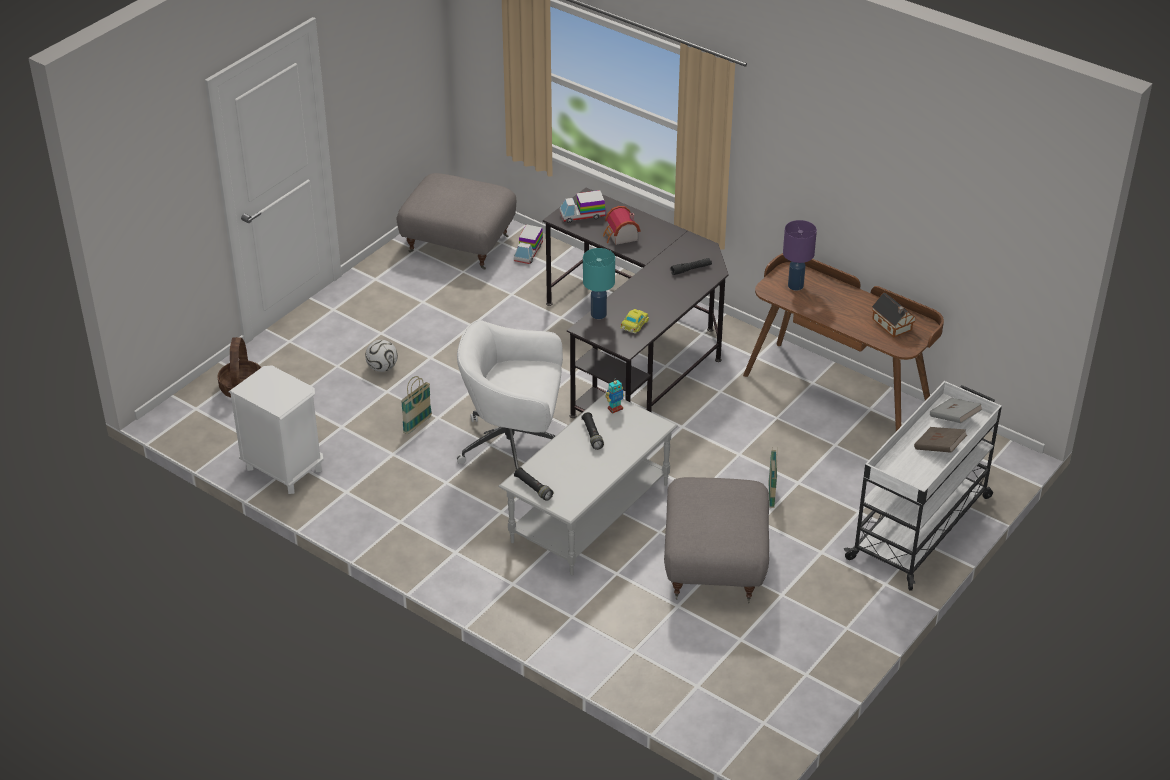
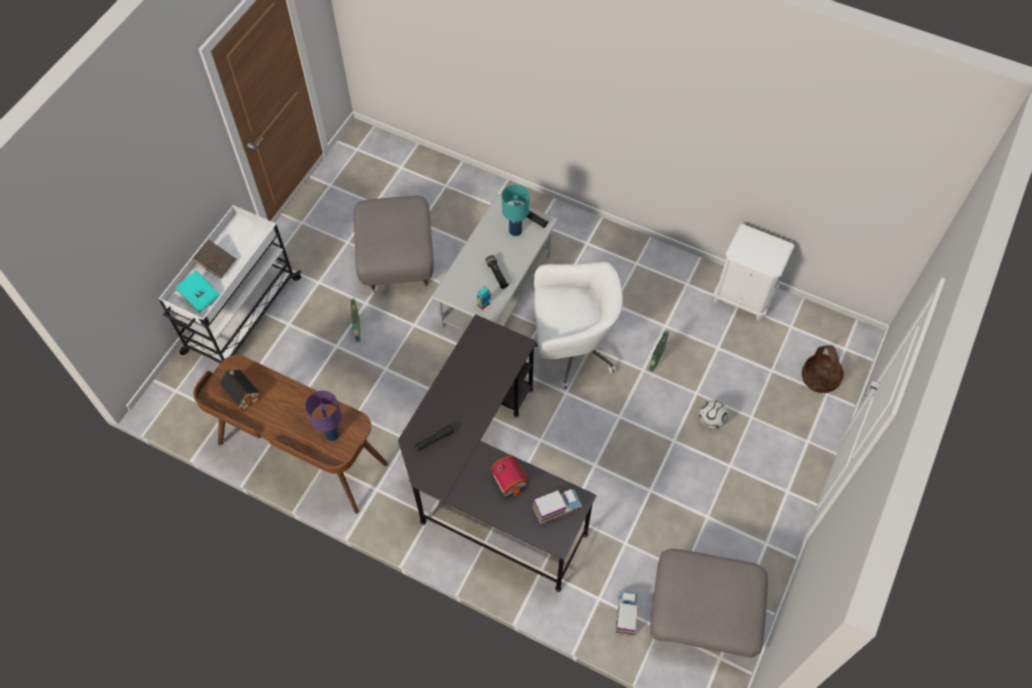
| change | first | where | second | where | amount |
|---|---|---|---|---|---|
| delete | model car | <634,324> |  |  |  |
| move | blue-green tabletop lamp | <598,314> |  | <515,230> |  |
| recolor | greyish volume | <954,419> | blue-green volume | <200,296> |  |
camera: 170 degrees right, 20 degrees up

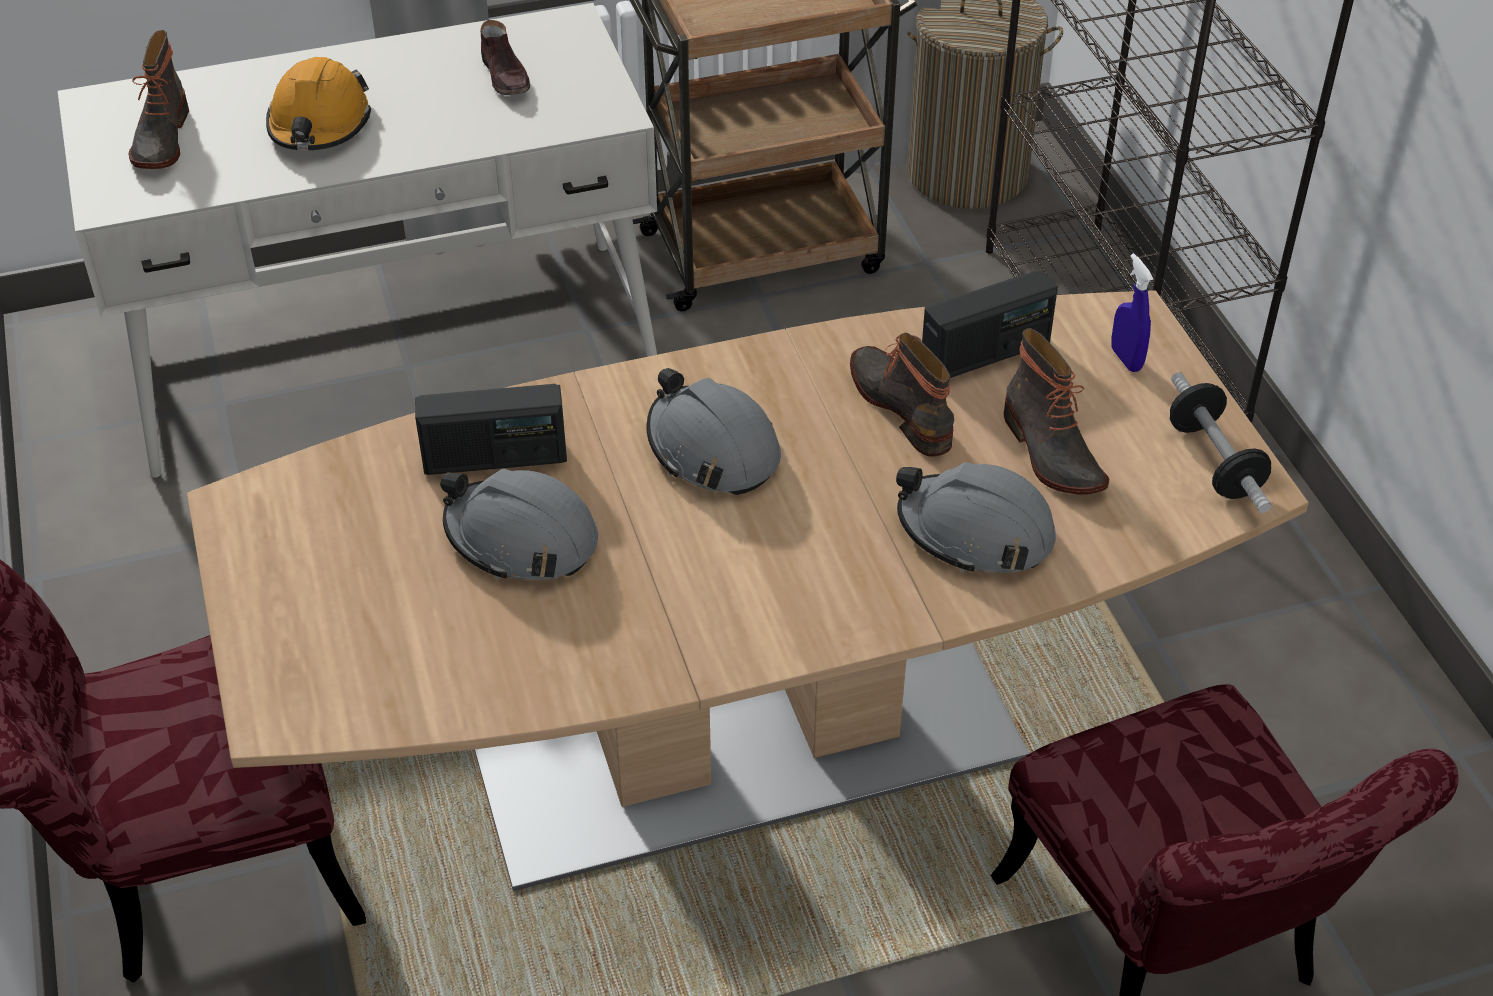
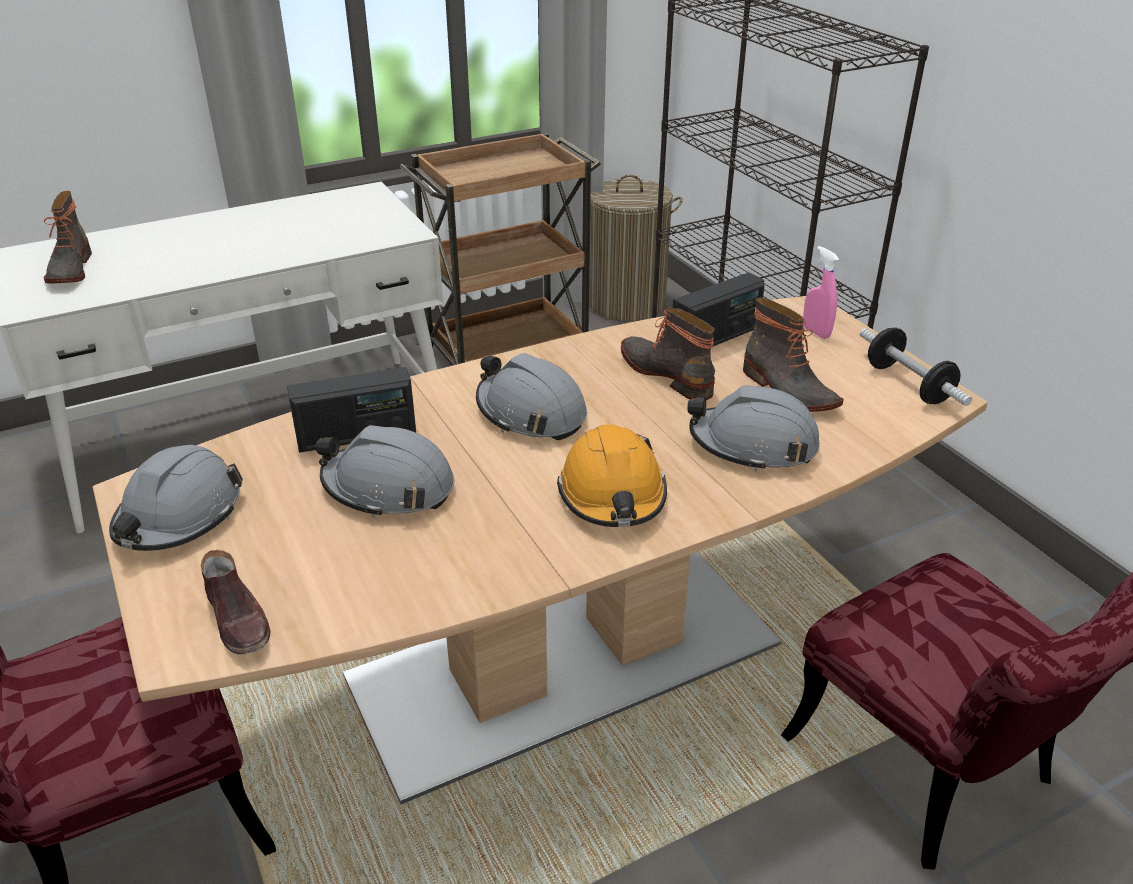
| change | first | where | second | where | amount |
|---|---|---|---|---|---|
| insert |  |  | greyish hard hat | <179,516> |  |
| move | orangey hard hat | <319,124> |  | <612,494> |  |
| move | brown shoe | <506,77> |  | <239,620> |  |
| recolor | blue-coloured hand sprayer | <1126,359> | pinkish hand sprayer | <816,332> |  |
camera: 10 degrees left, 10 degrees down

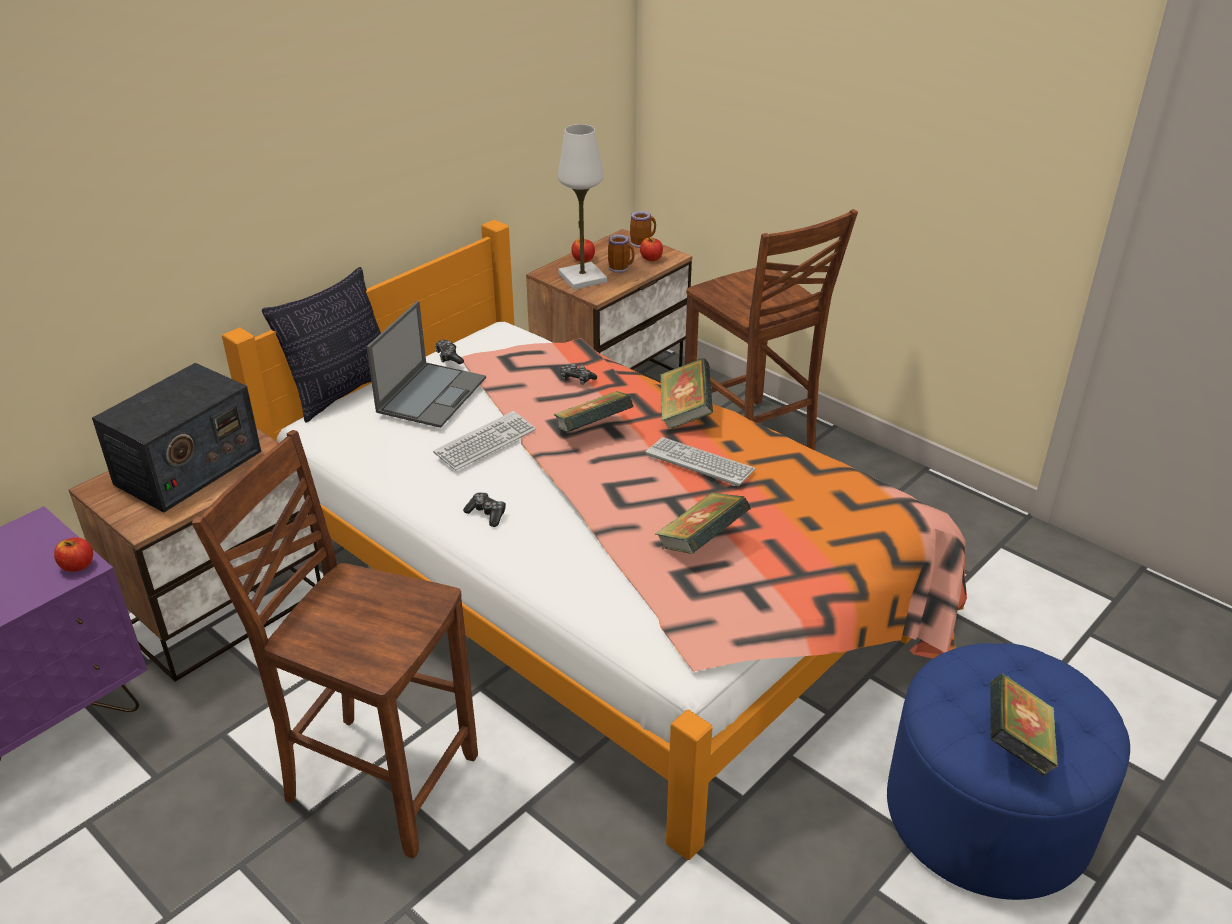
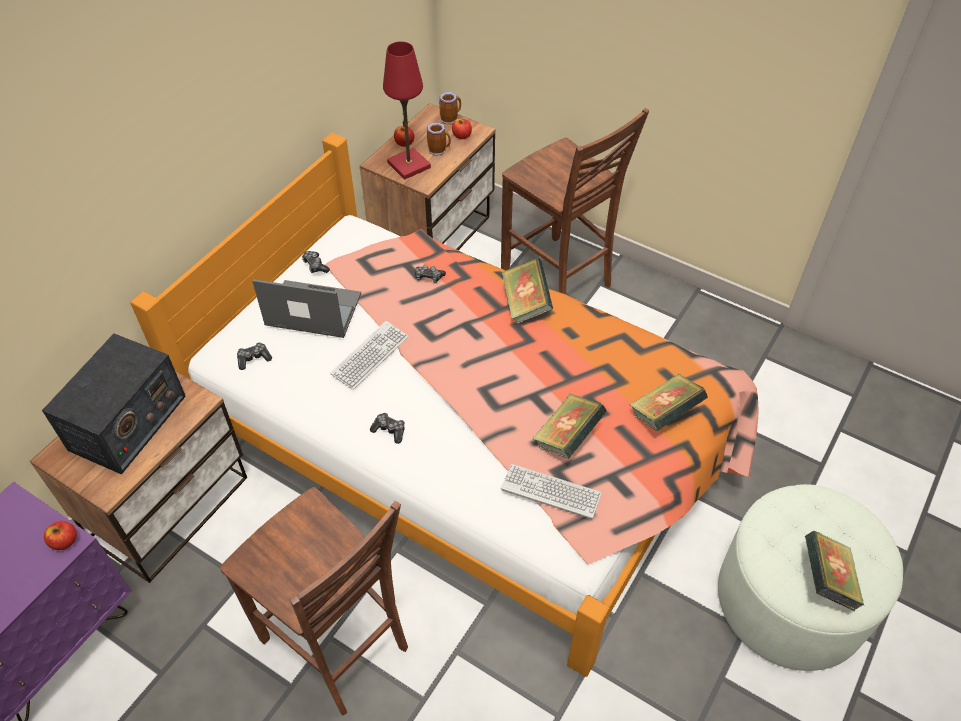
| change | first | where | second | where | amount |
|---|---|---|---|---|---|
| delete | cushion | <343,391> |  |  |  |
| insert |  |  | game controller | <254,359> |  |
| move | volume | <593,431> |  | <664,414> |  |
| move | keyboard | <700,462> |  | <551,492> |  |
| recolor | white tabletop lamp | <582,278> | red-coloured tabletop lamp | <408,165> |  |
| recolor | blue-coloured ottoman | <988,814> | white ottoman | <790,600> |  |
| rotate | brown chair | <378,778> |  | <337,645> | 150 degrees counterclockwise |
| rotate | notebook computer | <432,394> |  | <312,309> | 90 degrees counterclockwise |
camera: 10 degrees left, 15 degrees up

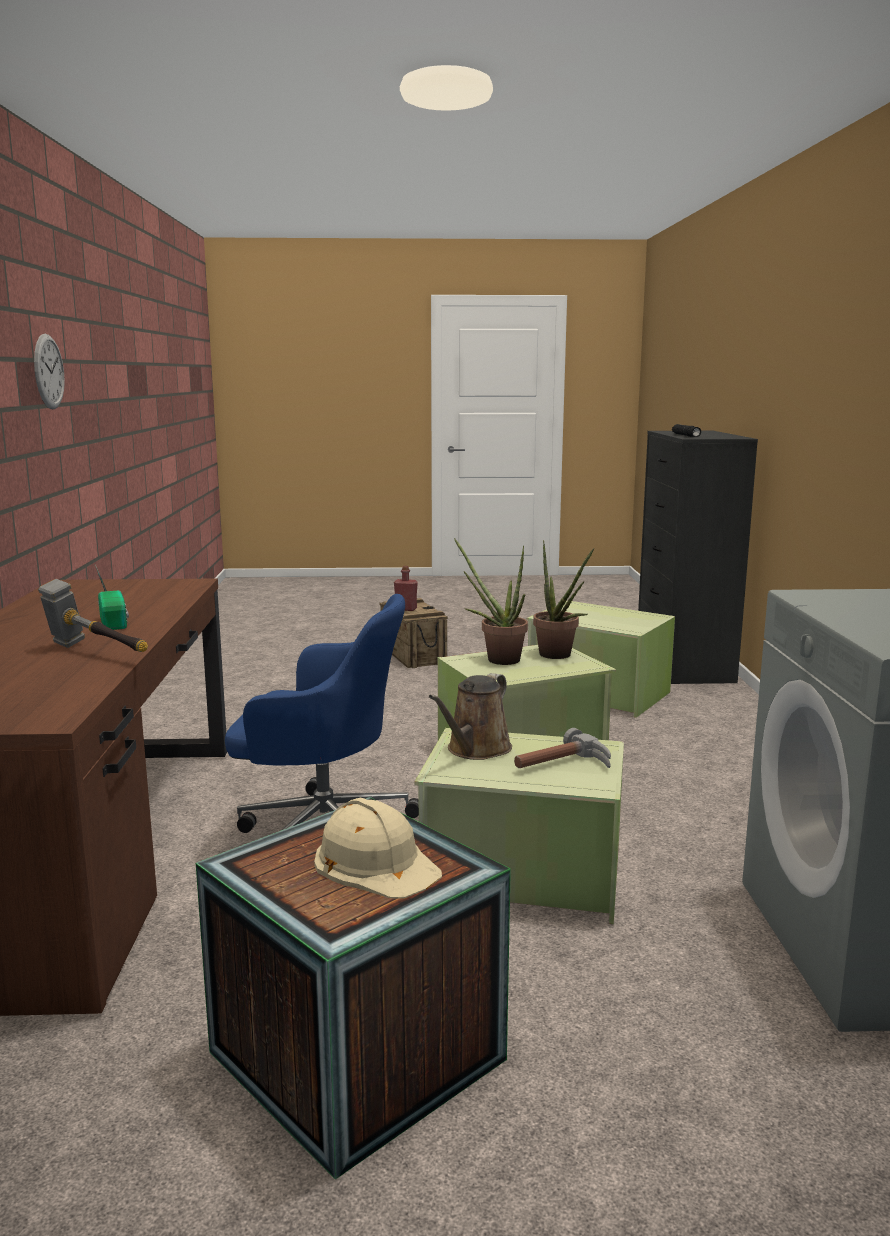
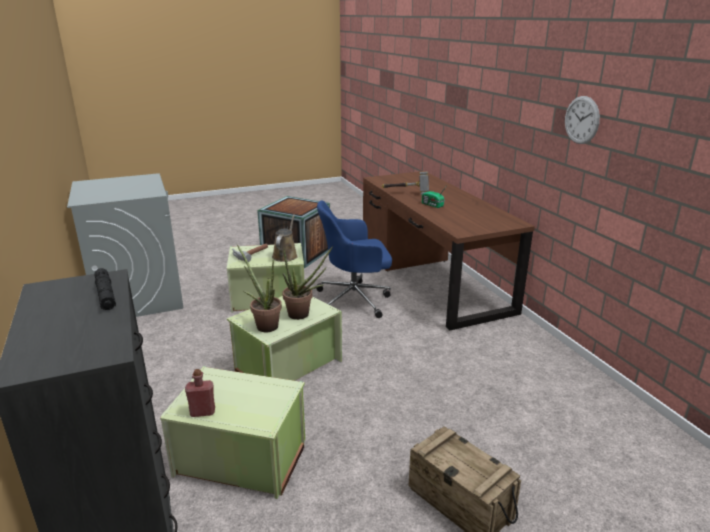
| change | first | where | second | where | amount |
|---|---|---|---|---|---|
| delete | sand-coloured hard hat | <376,863> |  |  |  |
| move | red-coloured bottle | <406,609> |  | <202,412> |  |
camera: 160 degrees right, 10 degrees up

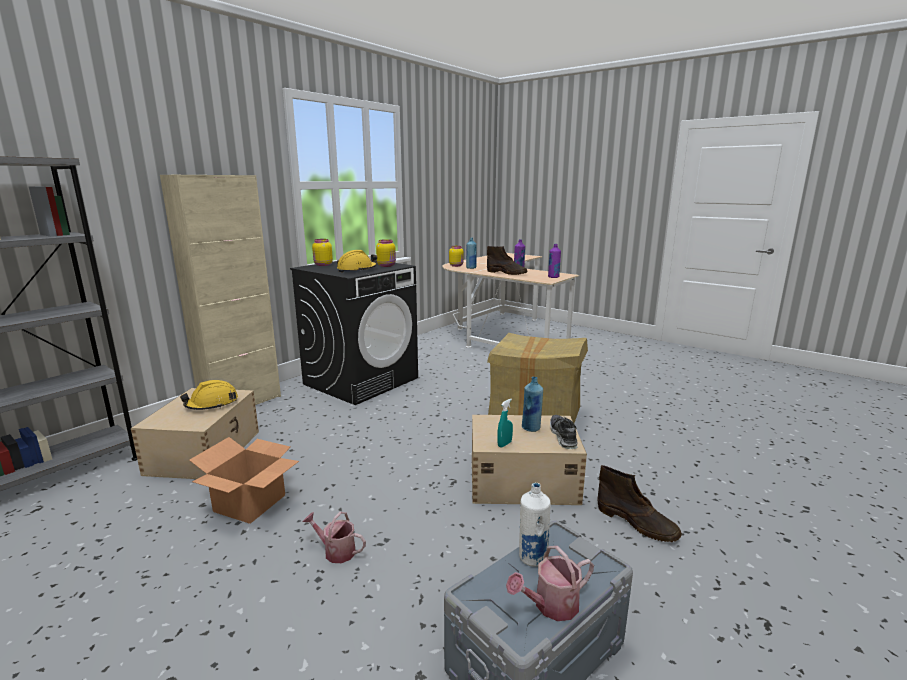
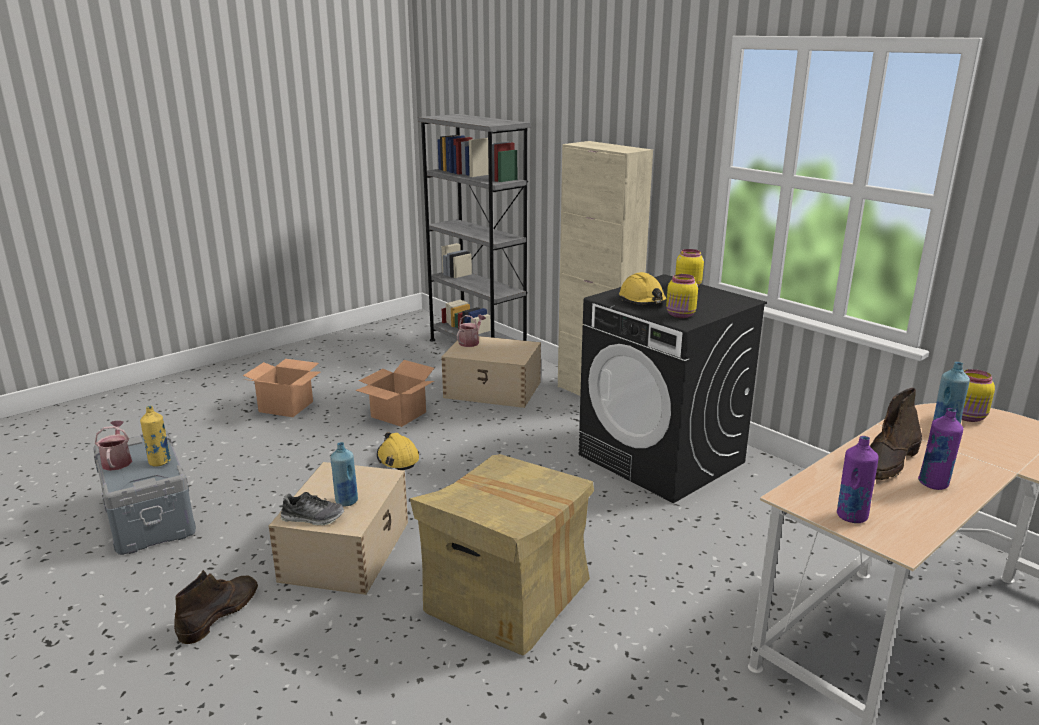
| change | first | where | second | where | amount |
|---|---|---|---|---|---|
| delete | blue-green hand sprayer | <504,444> |  |  |  |
| insert |  |  | cardboard box | <285,407> |  |
| move | yellow hard hat | <212,404> |  | <397,458> |  |
| move | watering can | <336,551> |  | <470,342> |  |
| recolor | white bottle | <532,558> | yellow bottle | <160,462> |  |
| rotate | brown high-top boot | <637,523> |  | <220,613> | 150 degrees clockwise |
camera: 100 degrees right, 5 degrees up

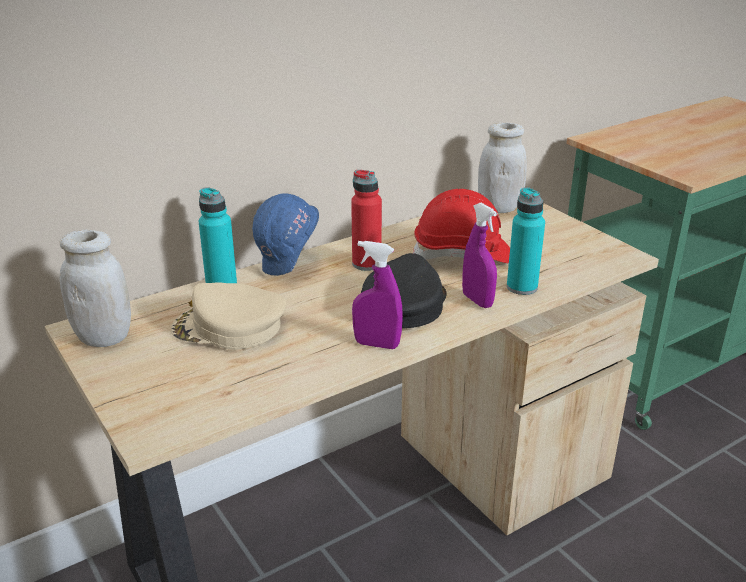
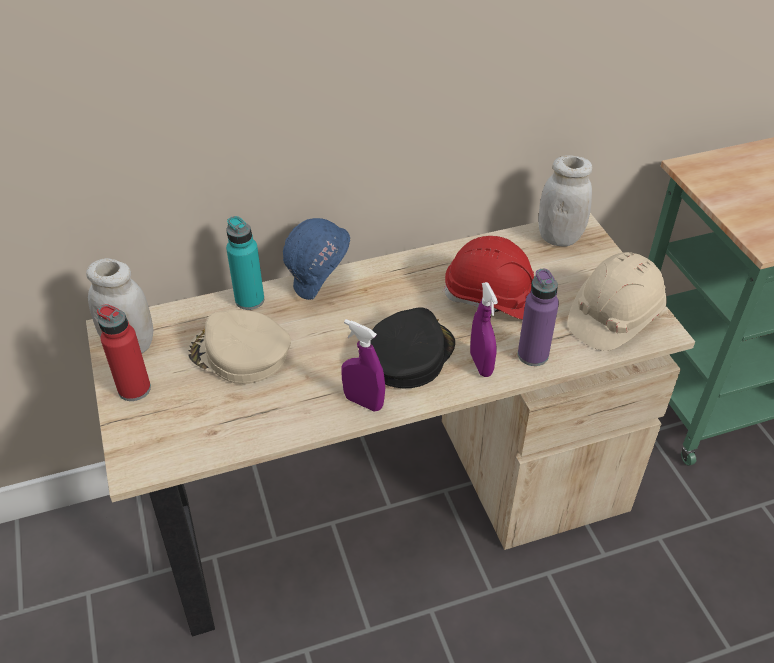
| change | first | where | second | where | amount |
|---|---|---|---|---|---|
| insert |  |  | sand-coloured hard hat | <614,317> |  |
| move | red-coloured bottle | <366,264> |  | <134,389> |  |
| recolor | blue-green bottle | <522,287> | purple-coloured bottle | <533,355> |  |
camera: 15 degrees right, 15 degrees up

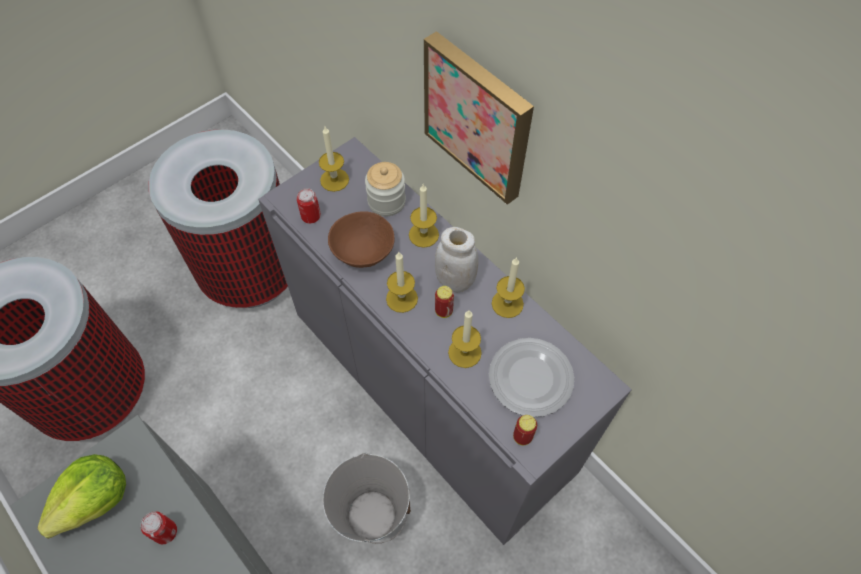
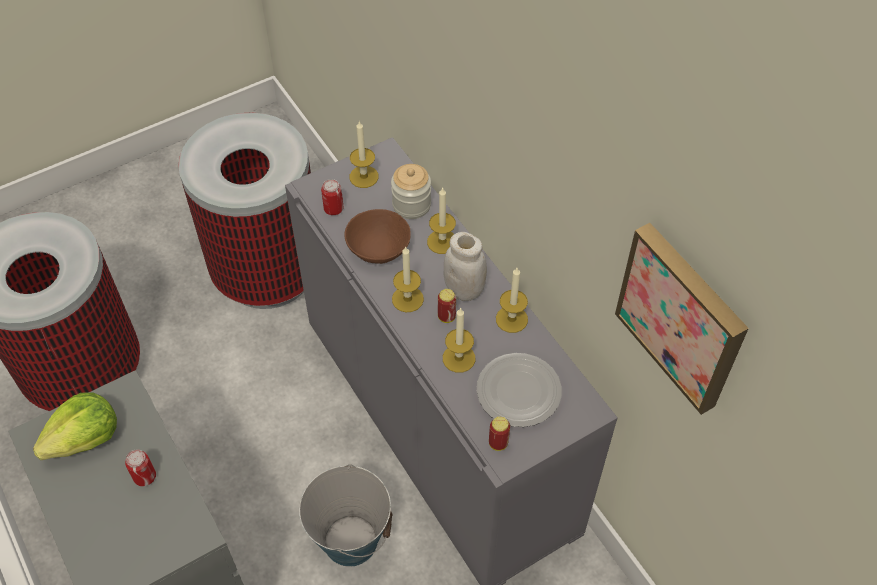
| change | first | where | second | where | amount |
|---|---|---|---|---|---|
| move | wall art | <479,117> |  | <683,316> |  |
camera: 10 degrees right, 5 degrees down

